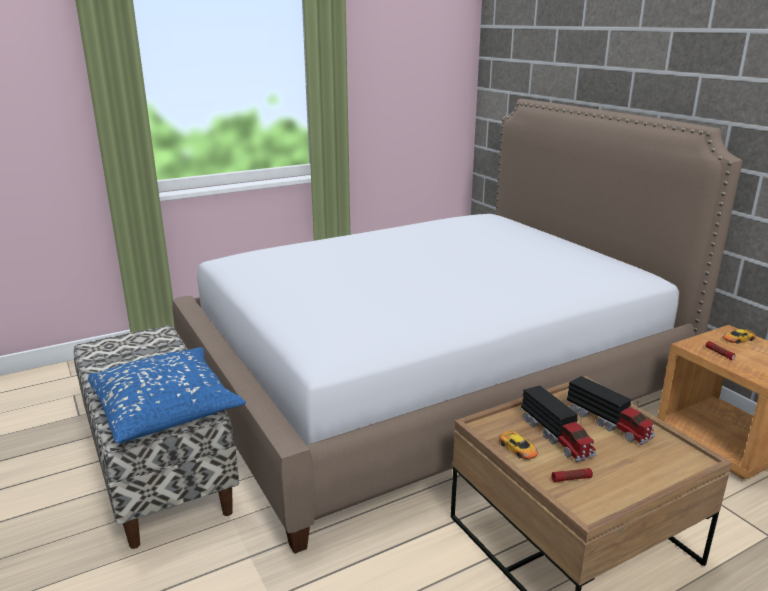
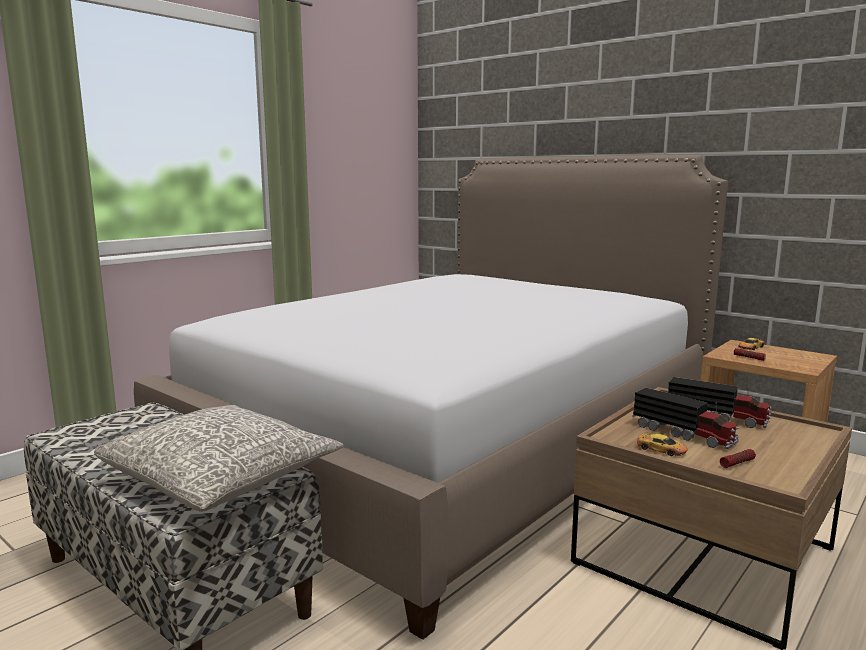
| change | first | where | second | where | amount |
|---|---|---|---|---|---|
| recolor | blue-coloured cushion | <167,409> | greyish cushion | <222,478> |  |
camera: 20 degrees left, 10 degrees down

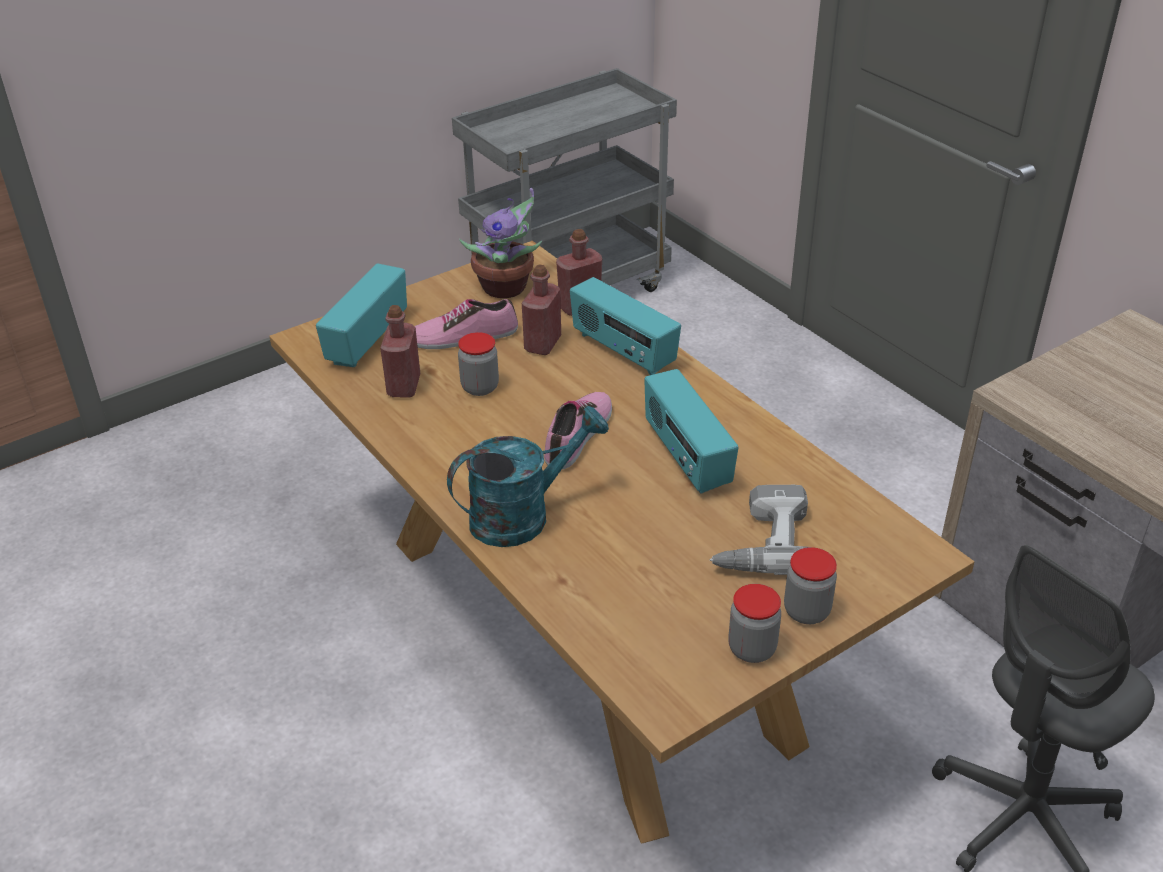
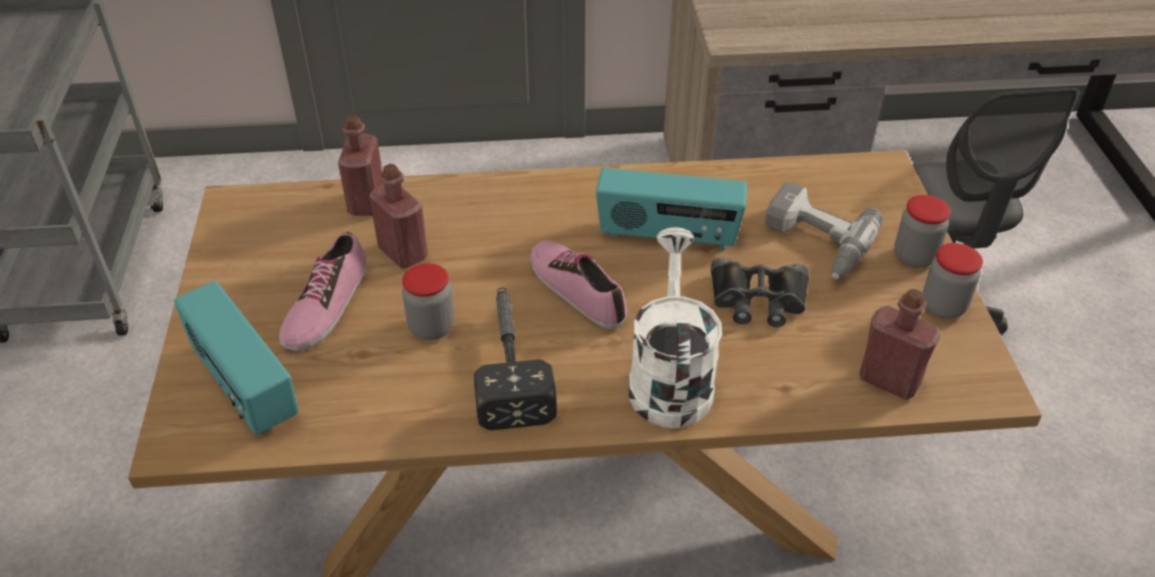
| change | first | where | second | where | amount |
|---|---|---|---|---|---|
| delete | plant in a pot | <507,288> |  |  |  |
| delete | radio set | <622,351> |  |  |  |
| insert |  |  | hammer | <510,362> |  |
| insert |  |  | black field glasses | <758,300> |  |
| move | red-coloured bottle | <404,386> |  | <889,381> |  |
| recolor | blue-green watering can | <522,515> | white watering can | <669,377> |  |
camera: 60 degrees left, 5 degrees up

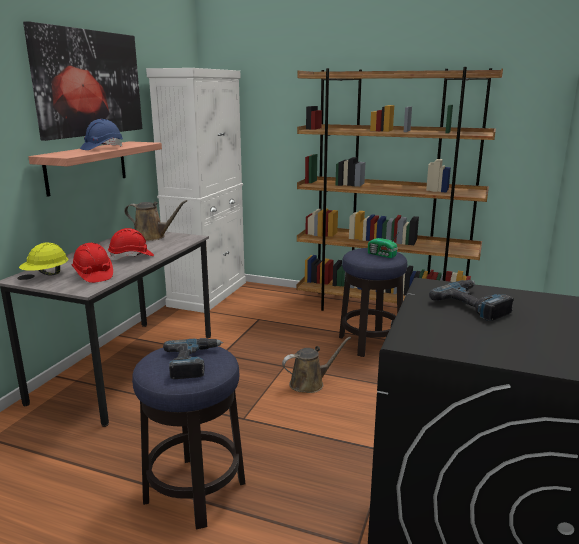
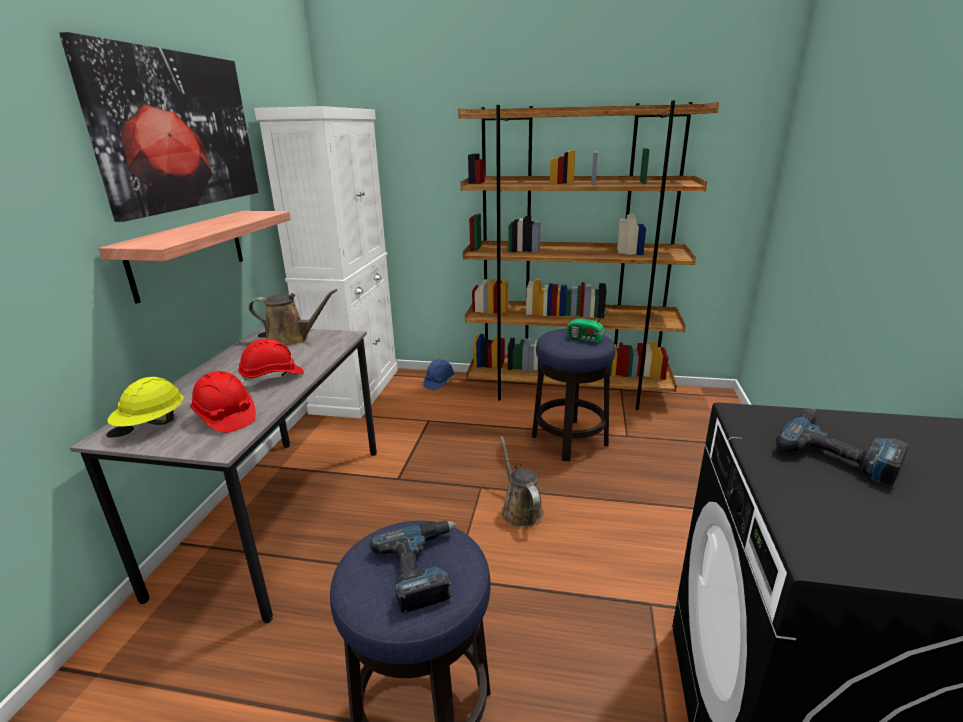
| change | first | where | second | where | amount |
|---|---|---|---|---|---|
| move | blue-coloured hard hat | <102,148> |  | <439,382> |  |
| rotate | brown watering can | <310,383> |  | <520,509> | 75 degrees counterclockwise |
camera: 10 degrees left, 5 degrees up

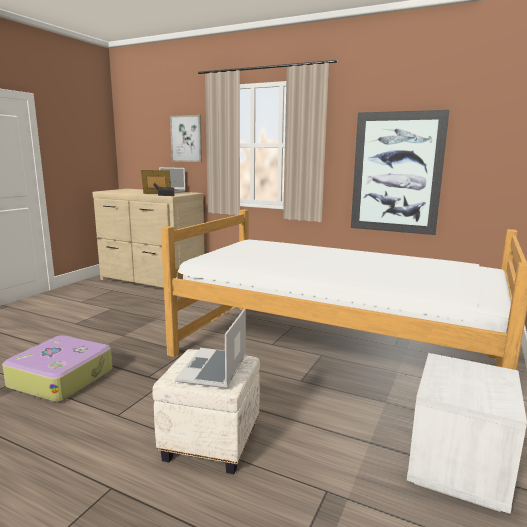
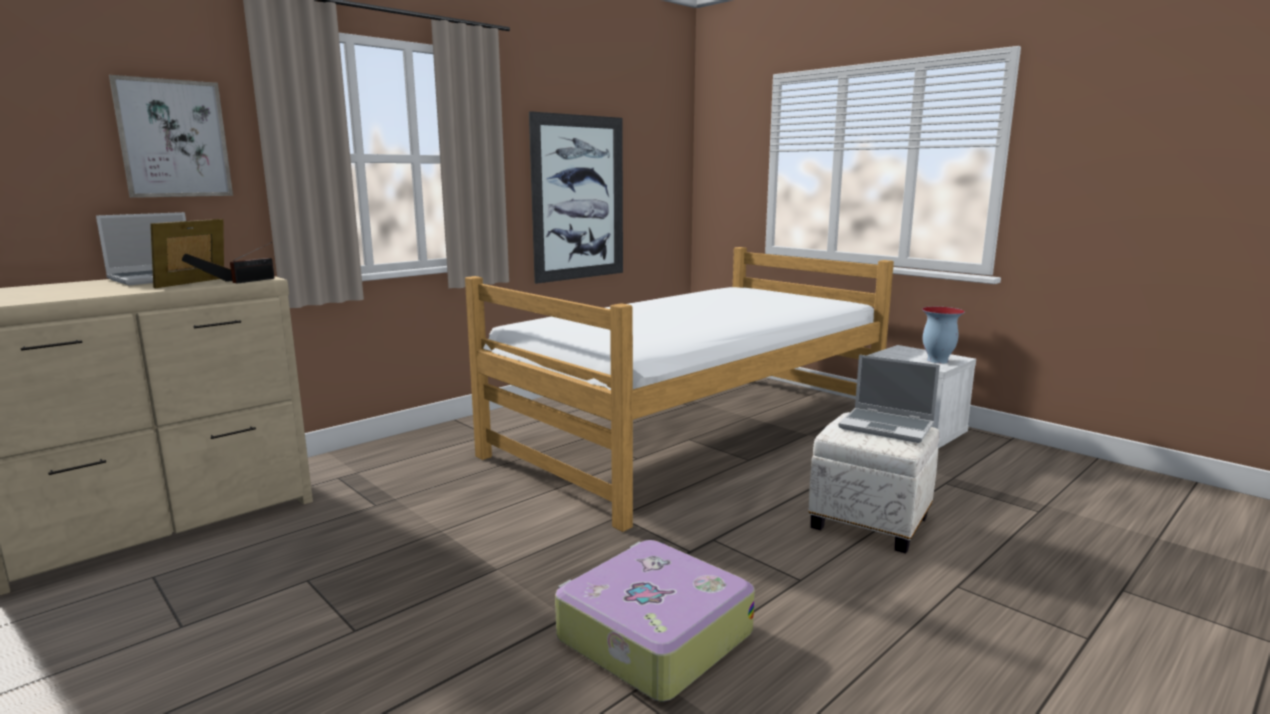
| change | first | where | second | where | amount |
|---|---|---|---|---|---|
| insert |  |  | vase | <937,360> |  |
camera: 70 degrees left, 0 degrees up

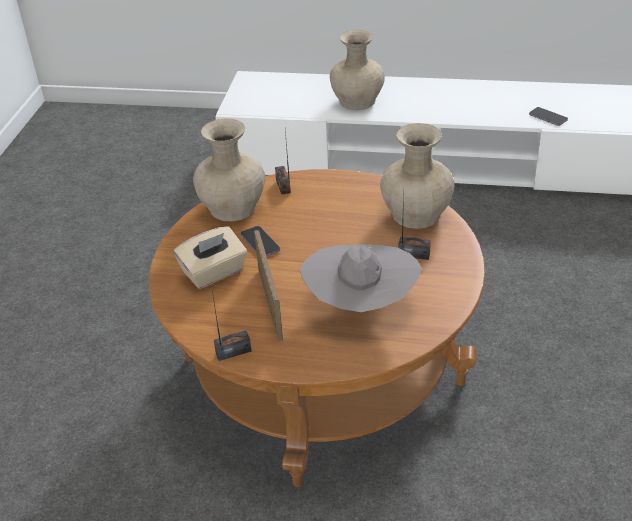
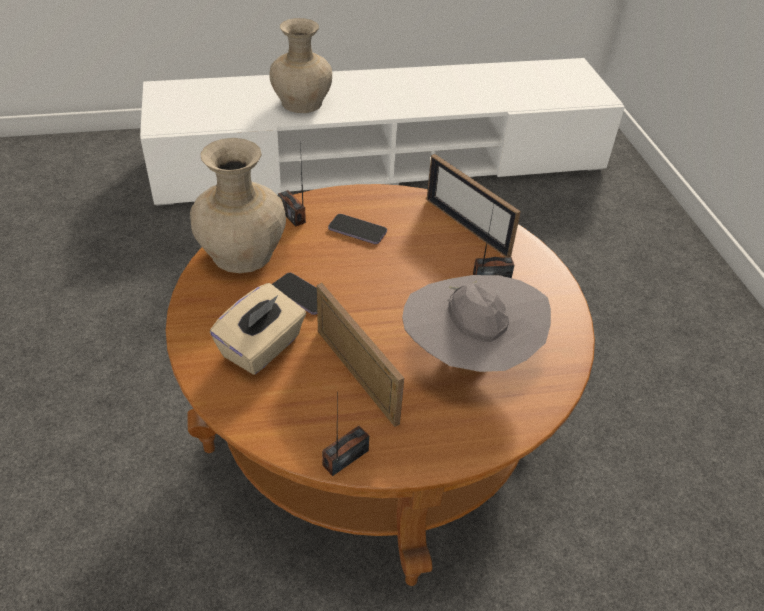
| change | first | where | second | where | amount |
|---|---|---|---|---|---|
| move | handset | <548,117> |  | <357,230> |  |
| replace | sand-coloured vase | <417,214> | photo frame | <467,227> |  |
camera: 25 degrees left, 5 degrees up

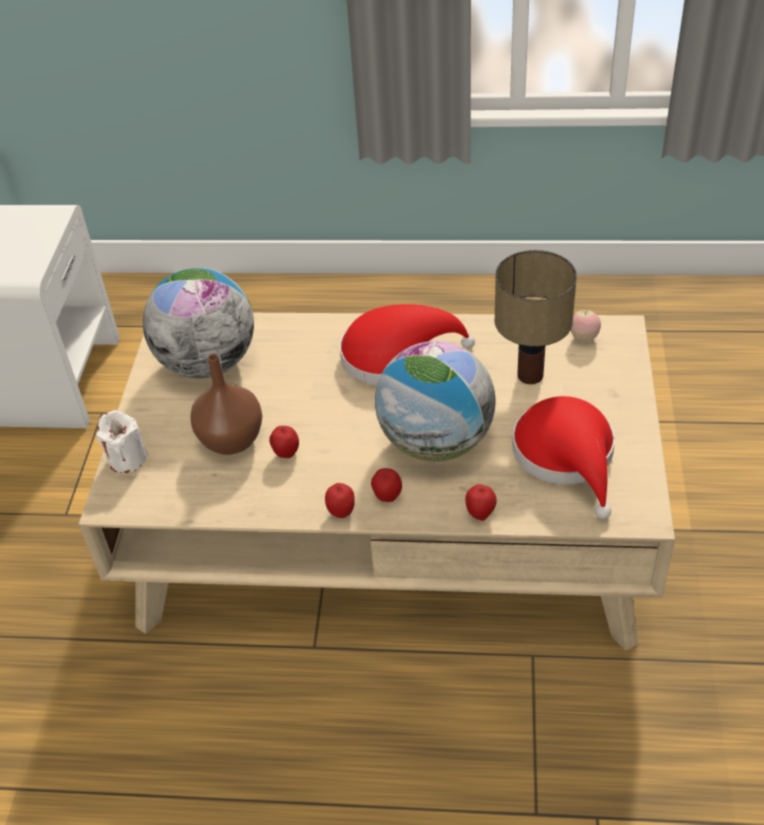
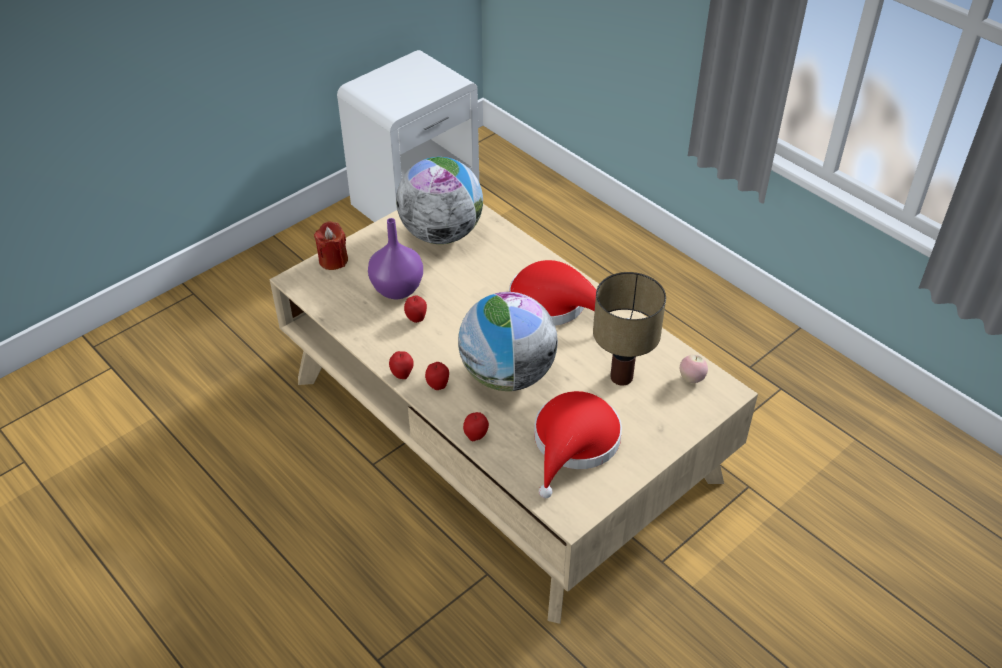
| change | first | where | second | where | amount |
|---|---|---|---|---|---|
| recolor | white wax light | <127,459> | red-coloured wax light | <333,260> |  |
| recolor | brown vase | <232,439> | purple-coloured vase | <398,289> |  |
camera: 40 degrees right, 0 degrees up

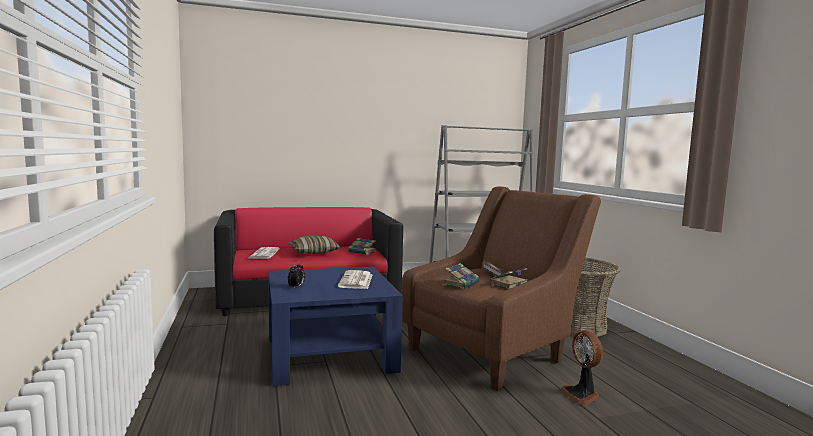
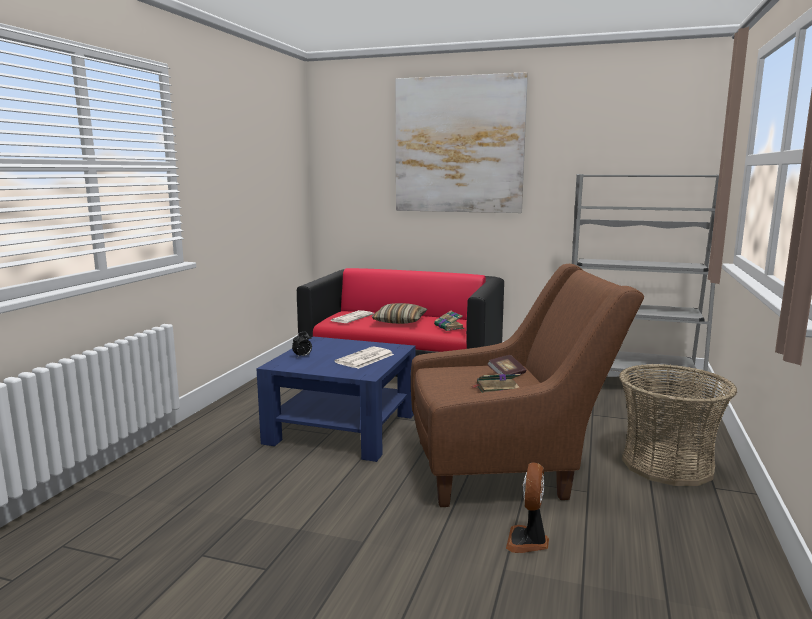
| change | first | where | second | where | amount |
|---|---|---|---|---|---|
| delete | volume | <461,283> |  |  |  |
| insert |  |  | wall art | <459,145> |  |
camera: 35 degrees right, 5 degrees up

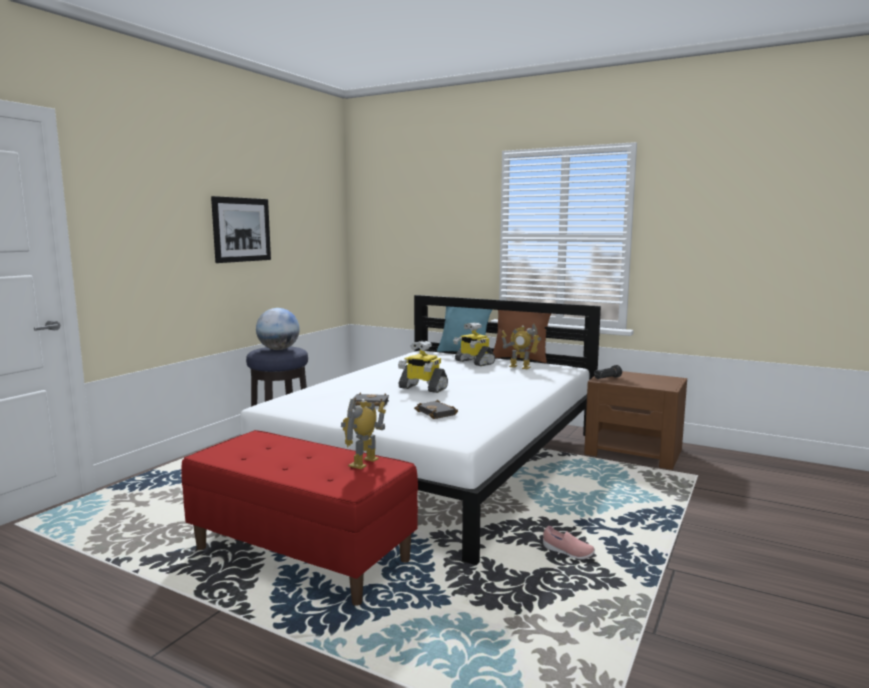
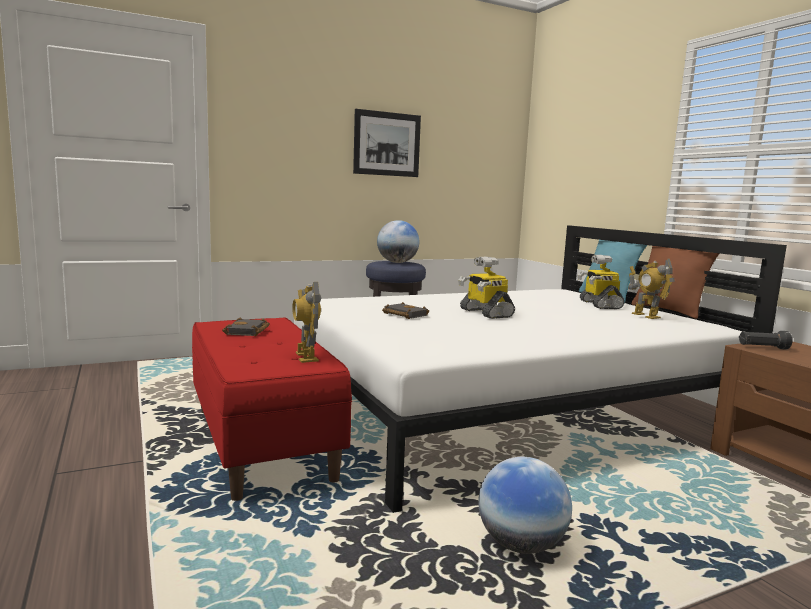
| change | first | where | second | where | amount |
|---|---|---|---|---|---|
| move | black volume | <438,413> |  | <248,332> |  |
| replace | pinkish shoe | <567,553> | world globe | <520,545> |  |
| rotate | toy robot | <364,462> |  | <306,357> | 90 degrees counterclockwise |
camera: 35 degrees right, 0 degrees up

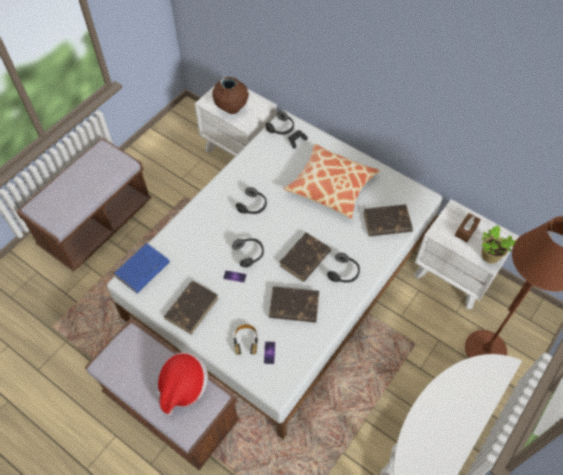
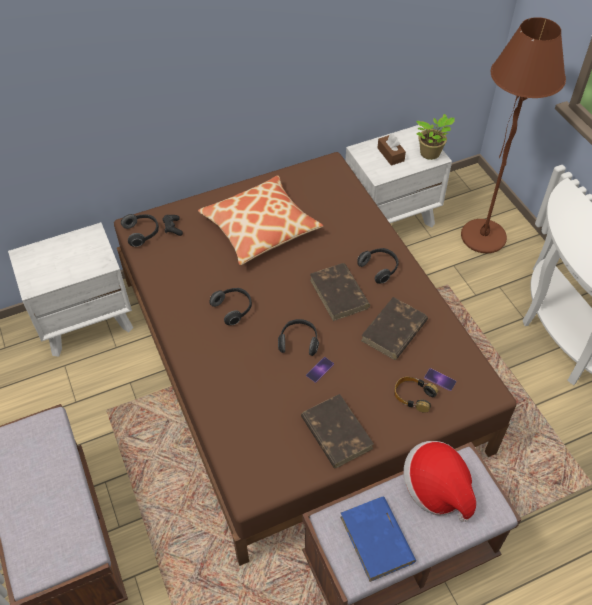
| change | first | where | second | where | amount |
|---|---|---|---|---|---|
| delete | brown vase | <232,109> |  |  |  |
| delete | brown volume | <386,222> |  |  |  |
| move | blue-coloured volume | <142,270> |  | <377,540> |  |
| recolor | white sleeping bed | <282,277> | brown sleeping bed | <297,361> |  |
camera: 60 degrees left, 5 degrees down

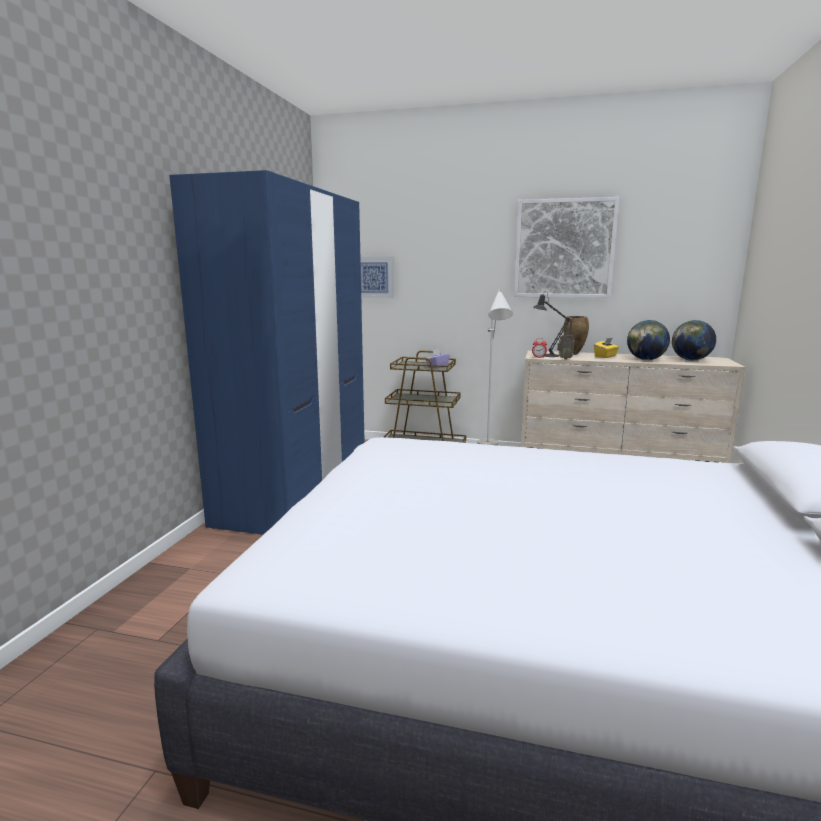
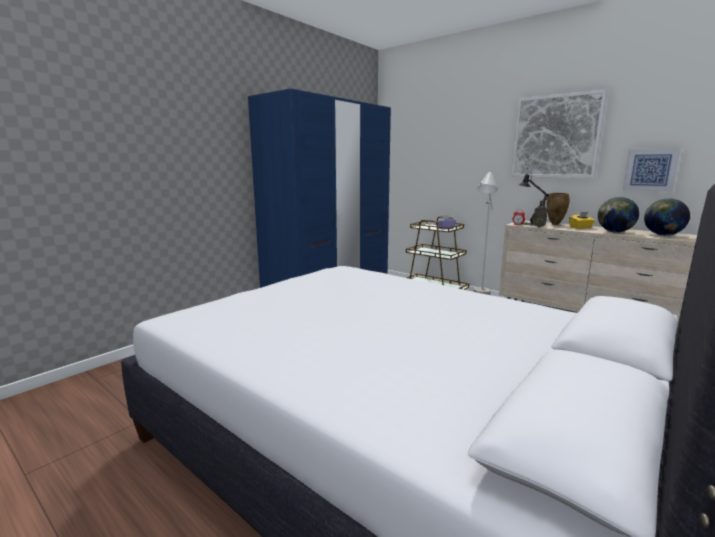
| change | first | where | second | where | amount |
|---|---|---|---|---|---|
| move | wall art | <374,277> |  | <650,169> |  |
camera: 25 degrees right, 0 degrees up

